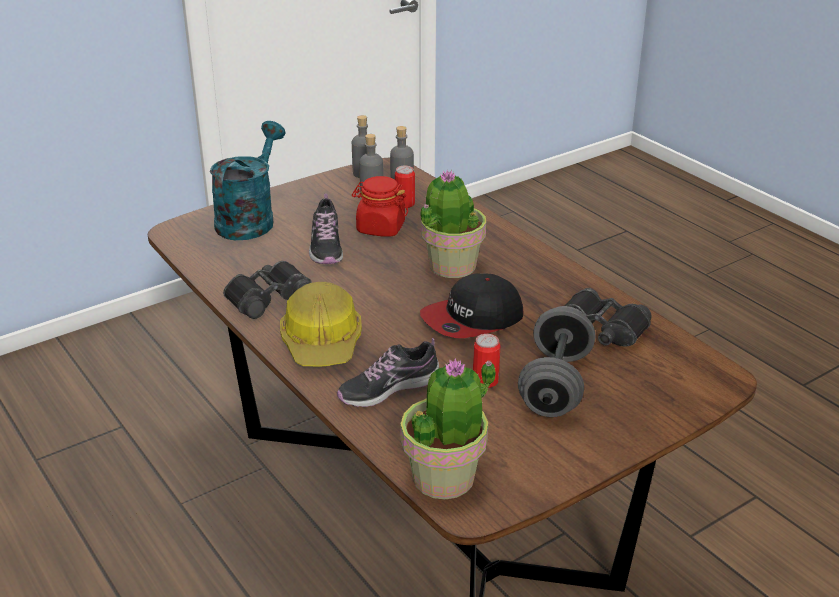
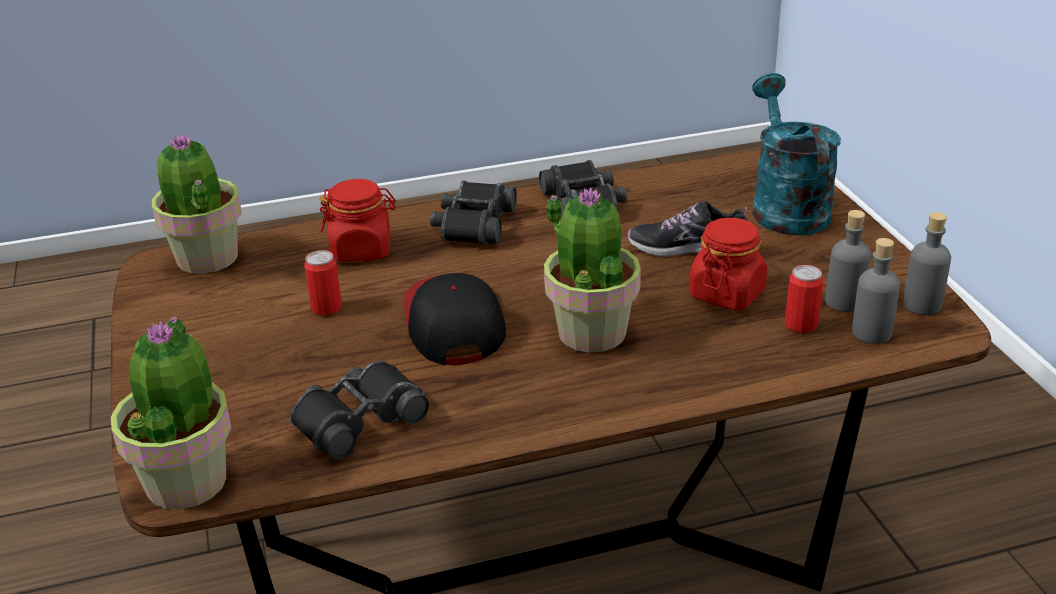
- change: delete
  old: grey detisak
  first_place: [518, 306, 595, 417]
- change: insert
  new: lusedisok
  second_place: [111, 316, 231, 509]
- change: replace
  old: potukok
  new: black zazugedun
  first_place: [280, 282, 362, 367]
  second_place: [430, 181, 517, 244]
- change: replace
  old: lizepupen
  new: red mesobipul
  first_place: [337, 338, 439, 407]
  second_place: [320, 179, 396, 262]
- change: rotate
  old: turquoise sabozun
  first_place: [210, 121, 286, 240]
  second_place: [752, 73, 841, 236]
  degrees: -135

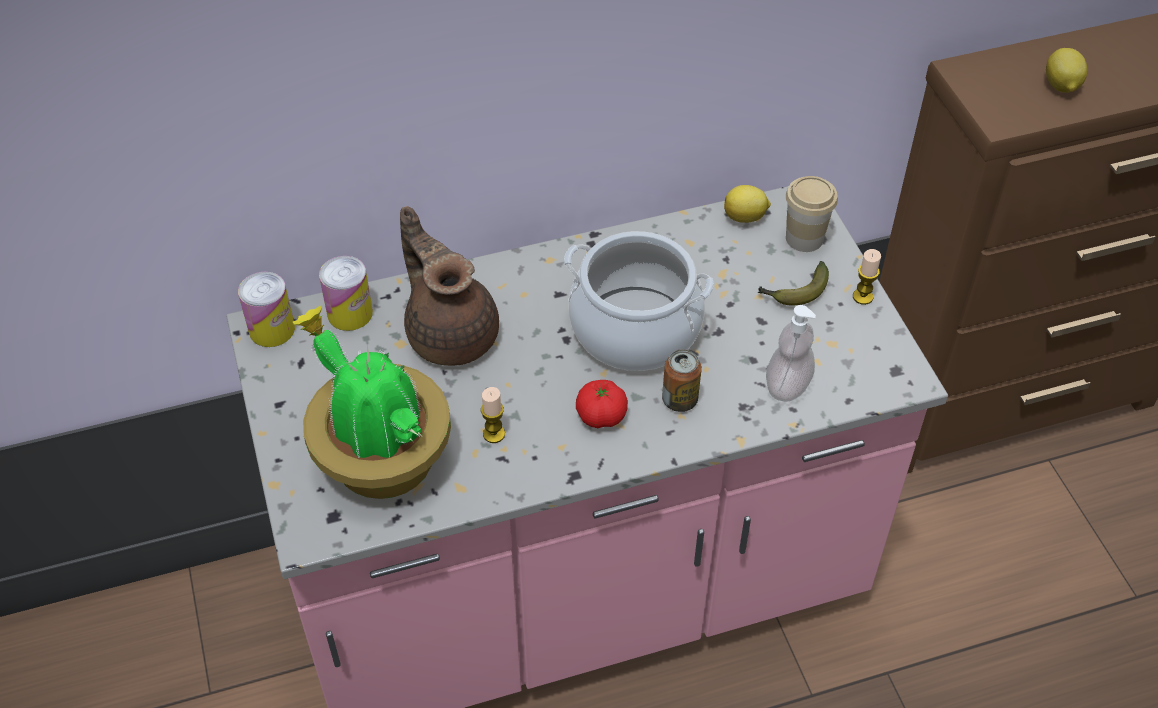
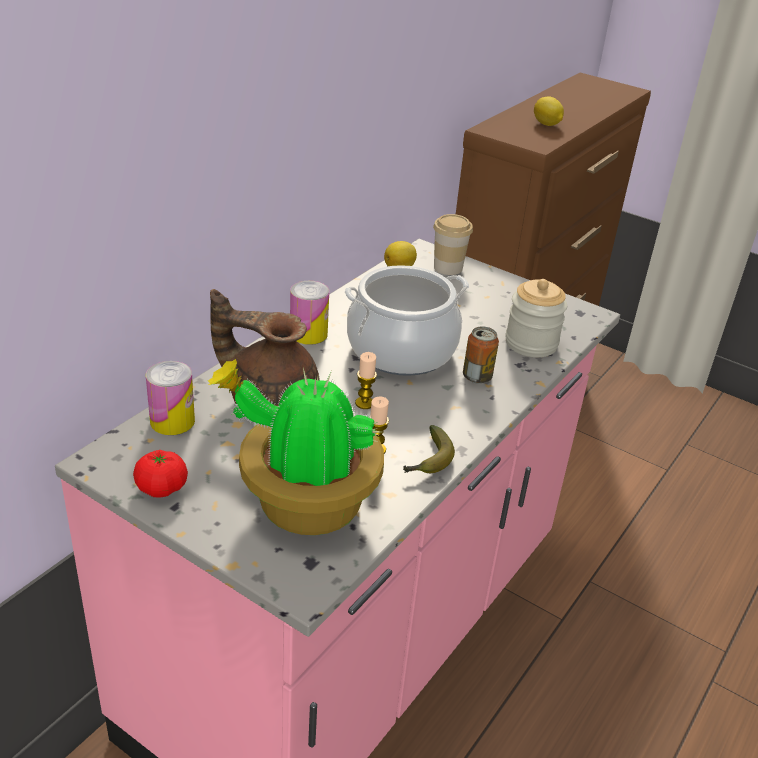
- change: move
  old: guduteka
  first_place: [238, 272, 295, 347]
  second_place: [290, 281, 329, 345]
- change: move
  old: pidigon
  first_place: [576, 380, 628, 428]
  second_place: [133, 450, 188, 498]
- change: move
  old: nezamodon
  first_place: [758, 261, 829, 305]
  second_place: [403, 425, 455, 473]
- change: move
  old: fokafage
  first_place: [853, 249, 881, 305]
  second_place: [355, 352, 377, 409]
- change: replace
  old: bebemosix
  new: mesobipul
  first_place: [766, 305, 816, 402]
  second_place: [505, 279, 567, 357]

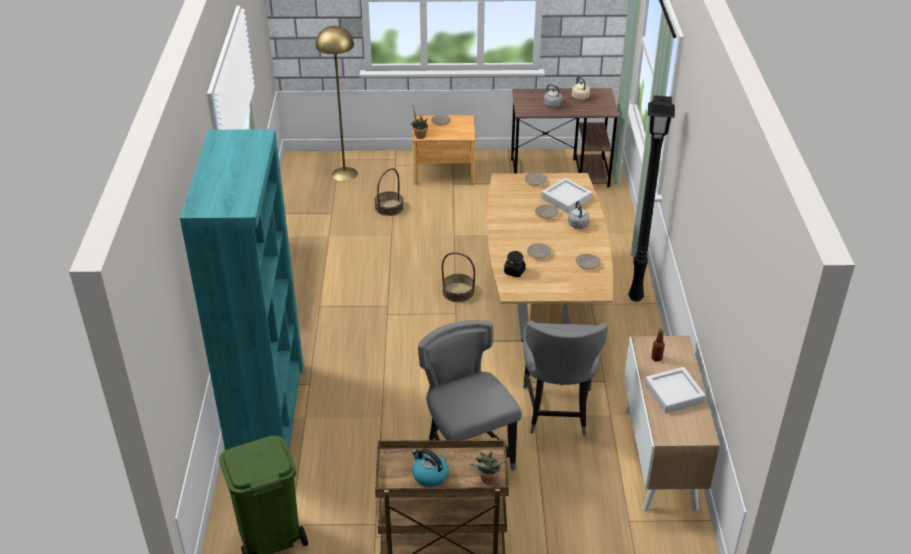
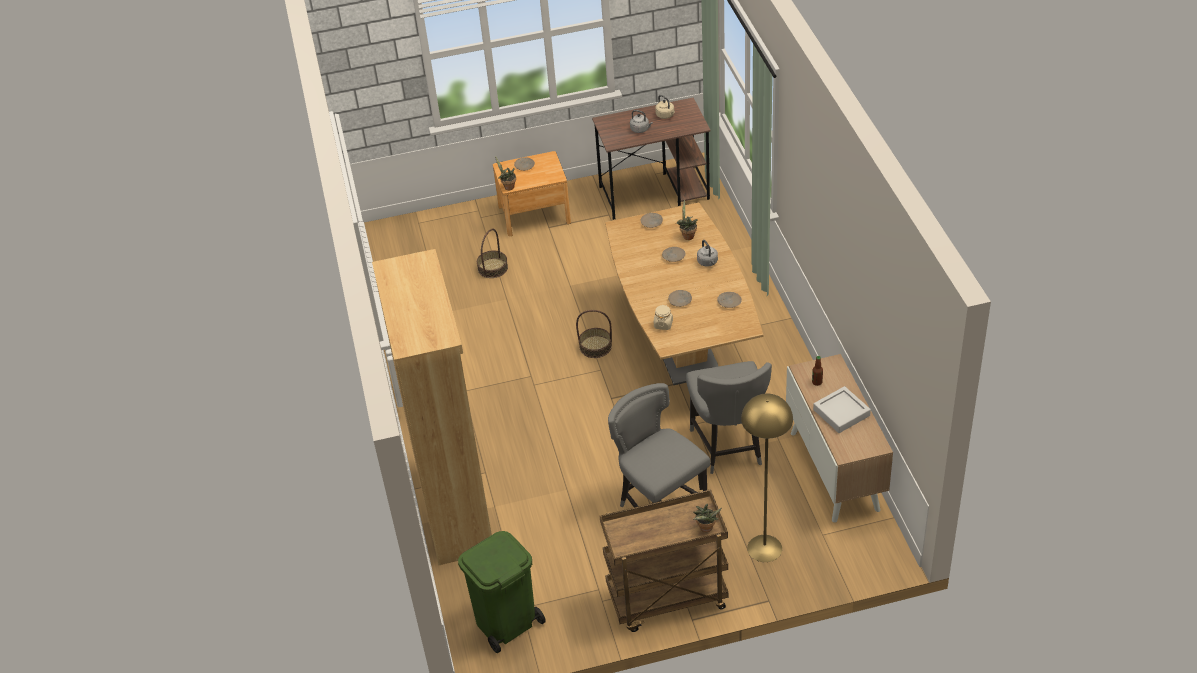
- change: delete
  old: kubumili
  first_place: [412, 449, 449, 487]
- change: delete
  old: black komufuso
  first_place: [628, 95, 675, 302]
- change: move
  old: yellow komufuso
  first_place: [316, 26, 358, 181]
  second_place: [741, 393, 793, 562]
- change: replace
  old: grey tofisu
  new: lusedisok
  first_place: [541, 178, 592, 213]
  second_place: [676, 199, 698, 240]
- change: recolor
  old: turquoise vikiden
  new: brown vikiden
  first_place: [180, 129, 304, 450]
  second_place: [372, 249, 492, 565]
- change: recolor
  old: black mesobipul
  new: beige mesobipul
  first_place: [504, 251, 526, 277]
  second_place: [654, 305, 673, 330]

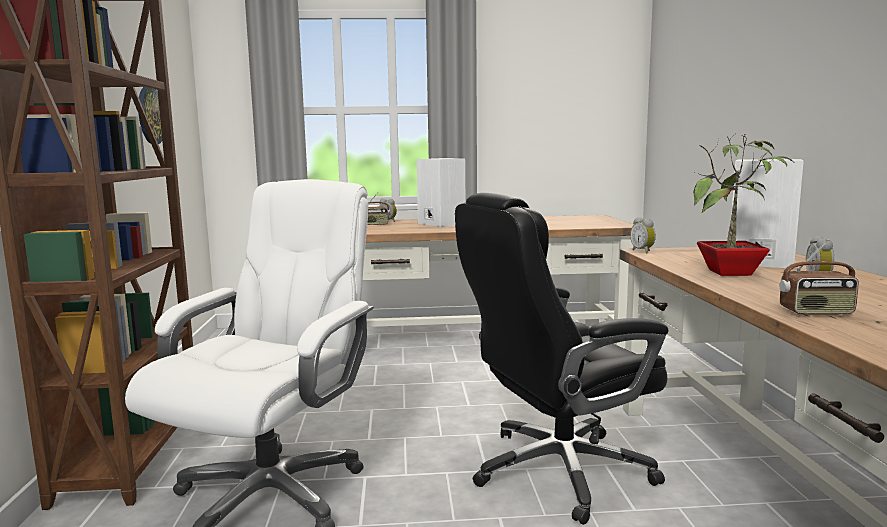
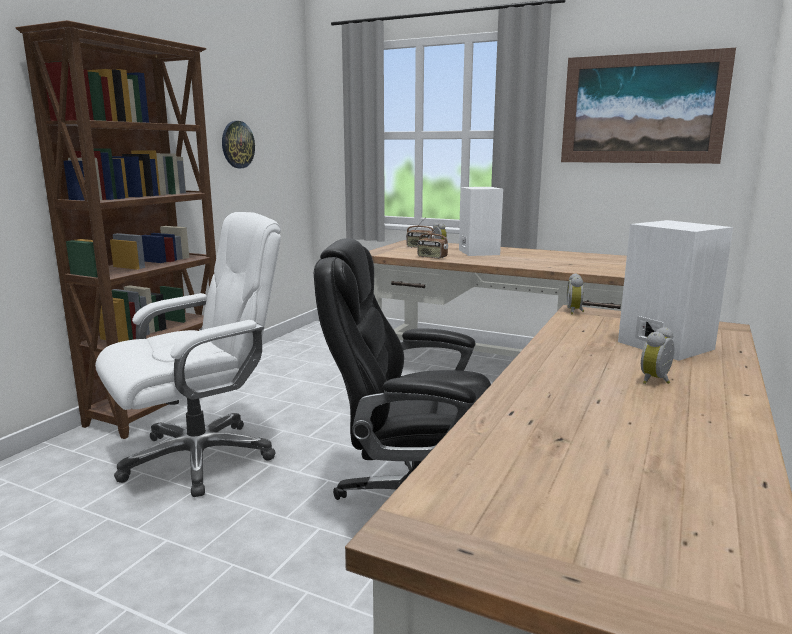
- change: delete
  old: lusedisok
  first_place: [693, 135, 793, 276]
- change: insert
  new: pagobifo
  second_place: [561, 48, 736, 164]
- change: move
  old: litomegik
  first_place: [779, 240, 859, 315]
  second_place: [417, 224, 448, 259]

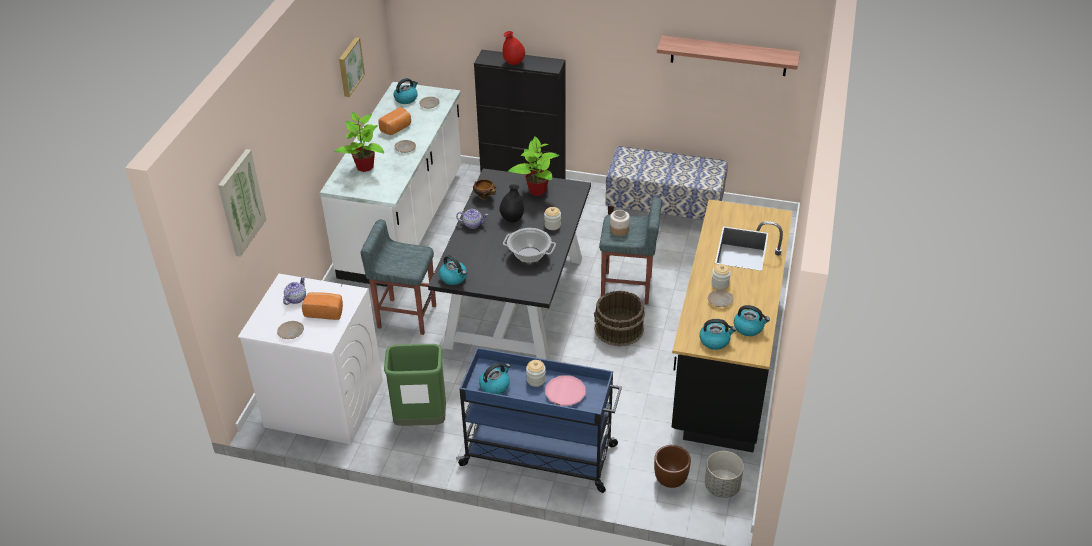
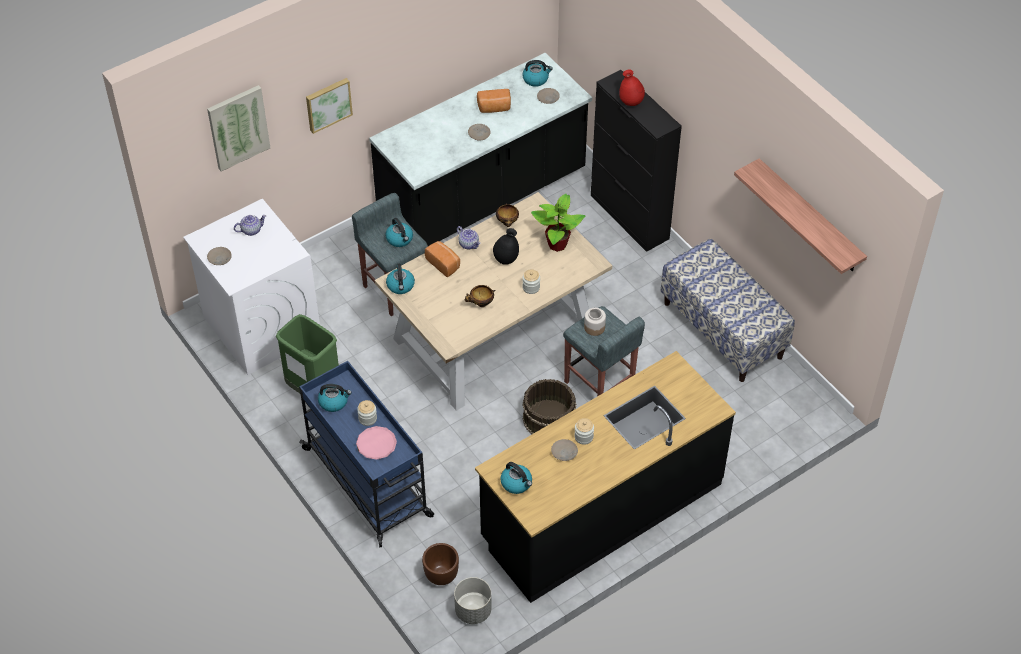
- change: delete
  old: lusedisok
  first_place: [334, 112, 384, 172]
- change: move
  old: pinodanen
  first_place: [302, 292, 343, 320]
  second_place: [425, 241, 460, 277]
- change: move
  old: pagobifo
  first_place: [339, 37, 365, 97]
  second_place: [306, 78, 353, 134]
- change: move
  old: kubumili
  first_place: [734, 305, 770, 336]
  second_place: [385, 218, 413, 247]
- change: replace
  old: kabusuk
  new: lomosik
  first_place: [503, 228, 556, 263]
  second_place: [465, 285, 495, 307]
- change: recolor
  old: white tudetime
  new: black tudetime
  first_place: [320, 82, 461, 287]
  second_place: [369, 53, 592, 246]
- change: recolor
  old: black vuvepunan
  new: beige vuvepunan
  first_place: [428, 168, 591, 360]
  second_place: [375, 192, 612, 411]

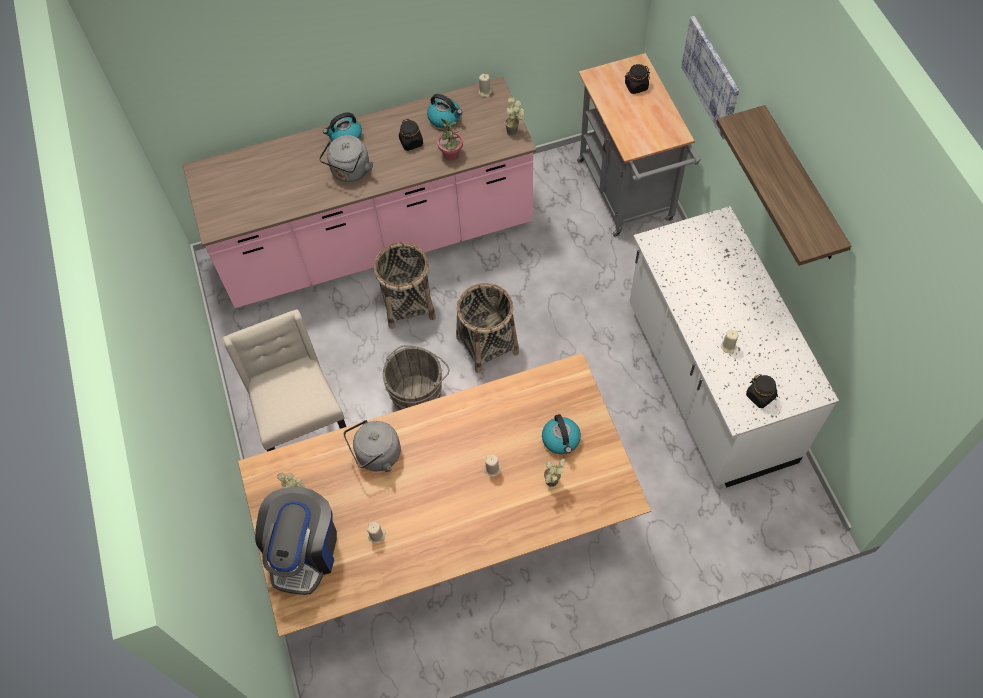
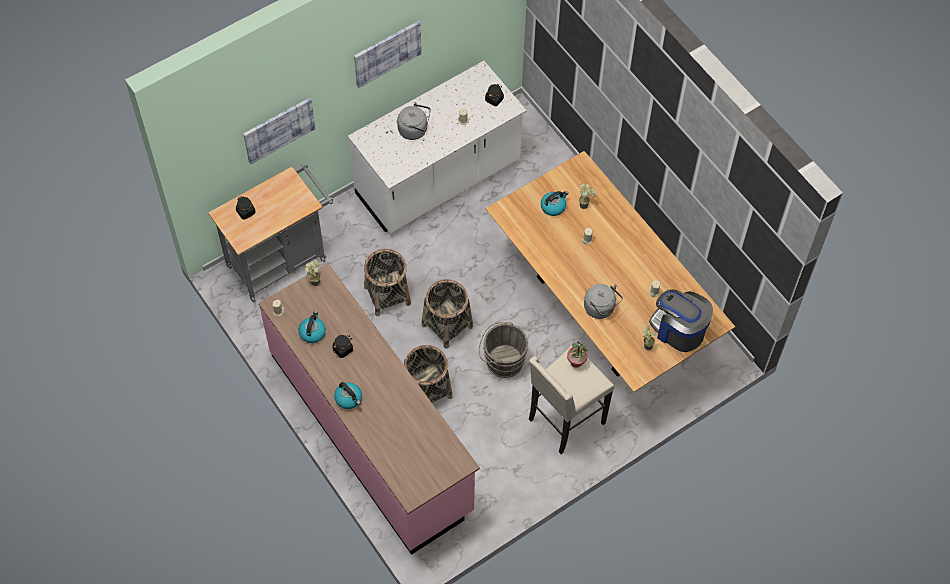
- change: insert
  new: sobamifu
  second_place: [364, 249, 411, 316]
- change: move
  old: grey kubumili
  first_place: [319, 135, 373, 182]
  second_place: [397, 102, 431, 140]
- change: move
  old: lusedisok
  first_place: [436, 118, 463, 161]
  second_place: [567, 341, 588, 368]
- change: replace
  old: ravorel
  new: pagobifo
  first_place: [716, 105, 851, 266]
  second_place: [354, 21, 422, 88]
- change: rotate
  old: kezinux
  first_place: [255, 487, 337, 595]
  second_place: [649, 289, 713, 352]
  degrees: -135

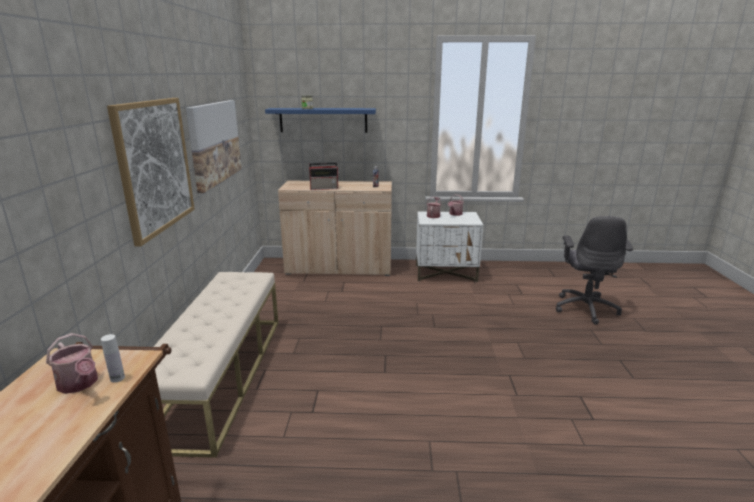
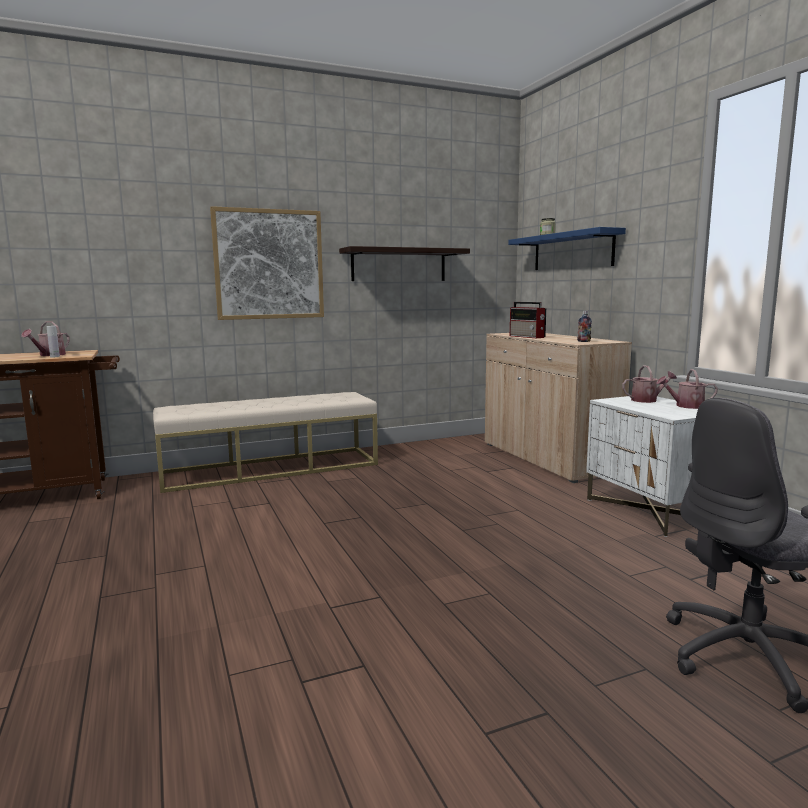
- change: replace
  old: pagobifo
  new: ravorel
  first_place: [186, 100, 242, 193]
  second_place: [339, 246, 470, 281]

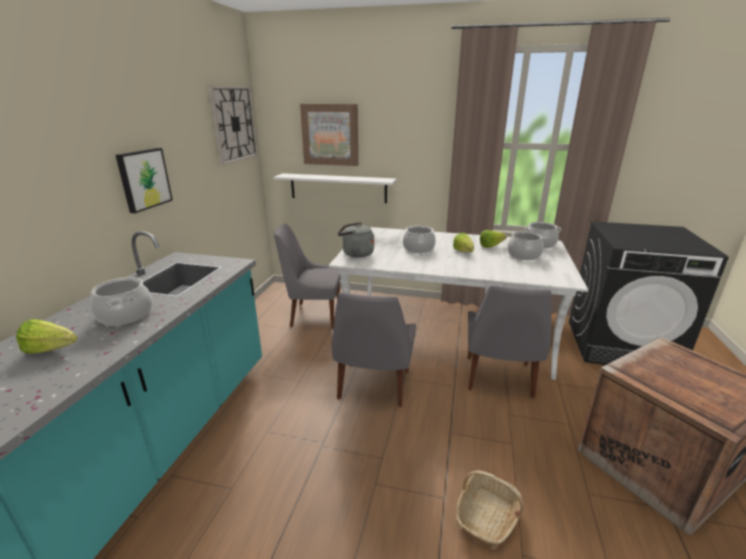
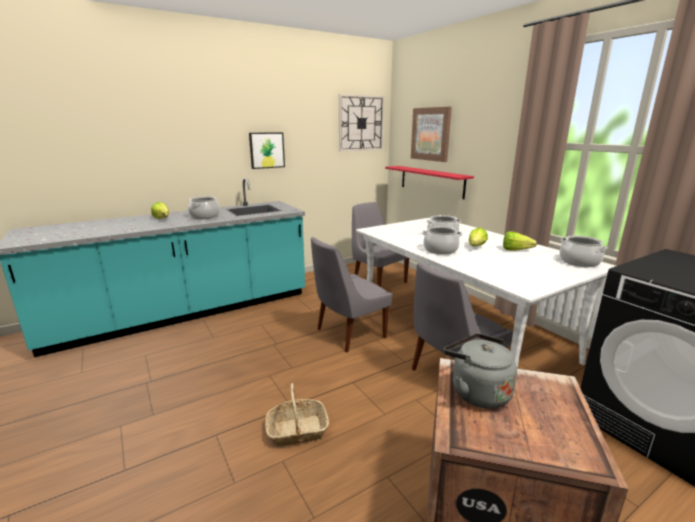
- change: move
  old: grey kubumili
  first_place: [338, 222, 374, 258]
  second_place: [444, 334, 517, 409]
- change: move
  old: kabusuk
  first_place: [507, 231, 544, 260]
  second_place: [422, 226, 462, 255]
- change: recolor
  old: white ravorel
  new: red ravorel
  first_place: [273, 173, 397, 203]
  second_place: [385, 166, 474, 199]

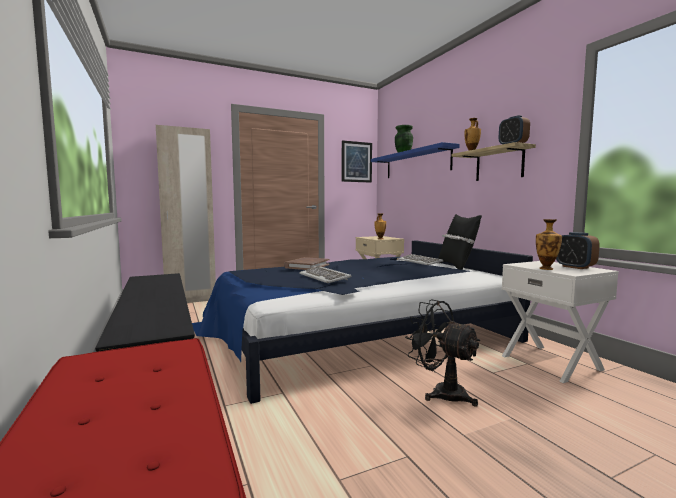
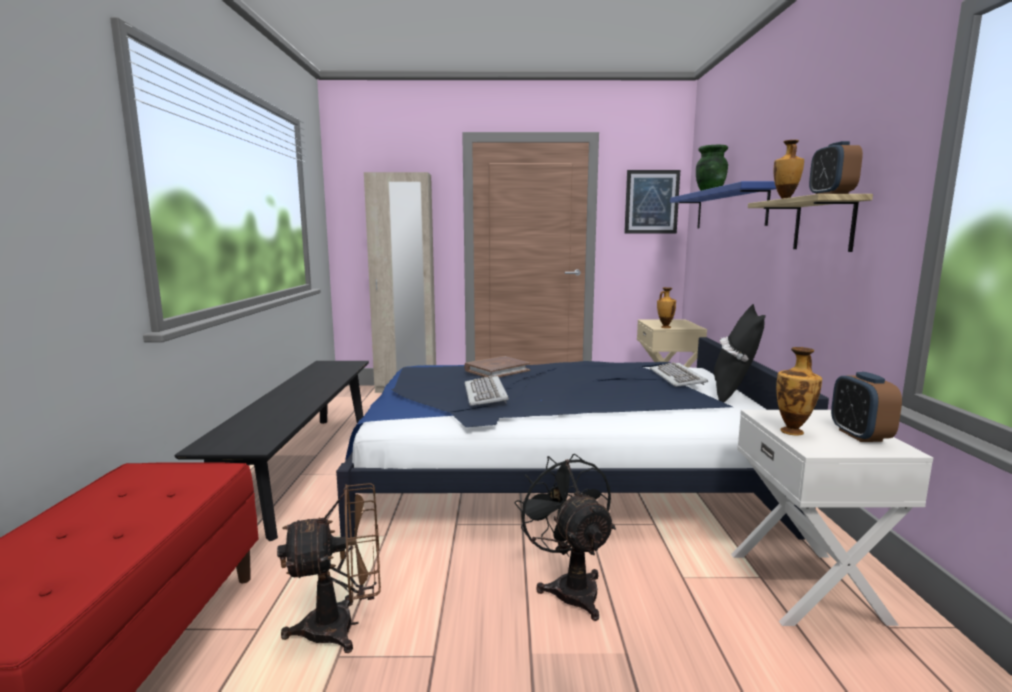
- change: insert
  new: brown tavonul
  second_place: [277, 483, 381, 653]

